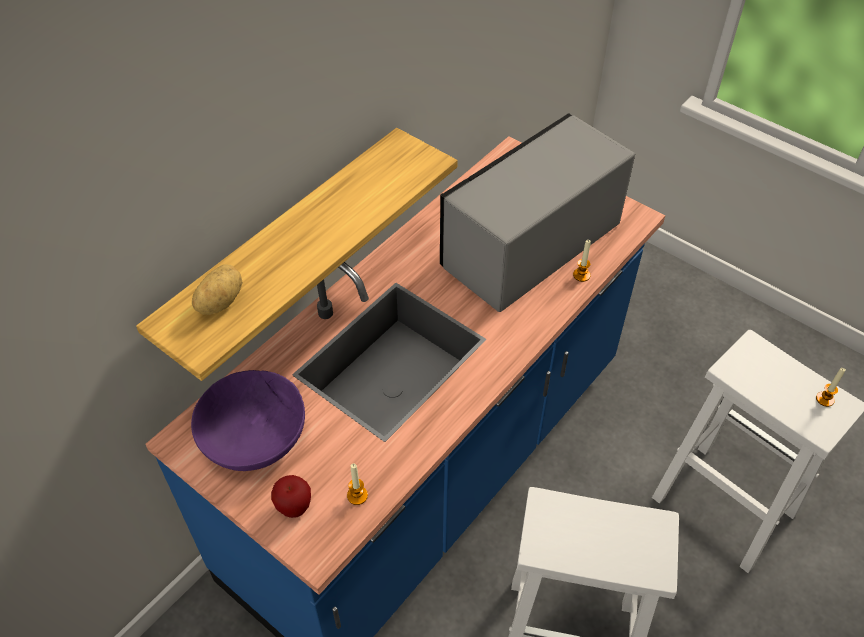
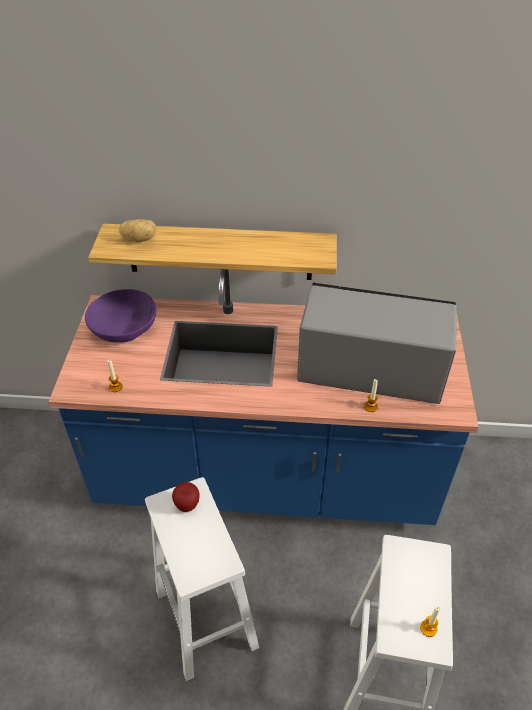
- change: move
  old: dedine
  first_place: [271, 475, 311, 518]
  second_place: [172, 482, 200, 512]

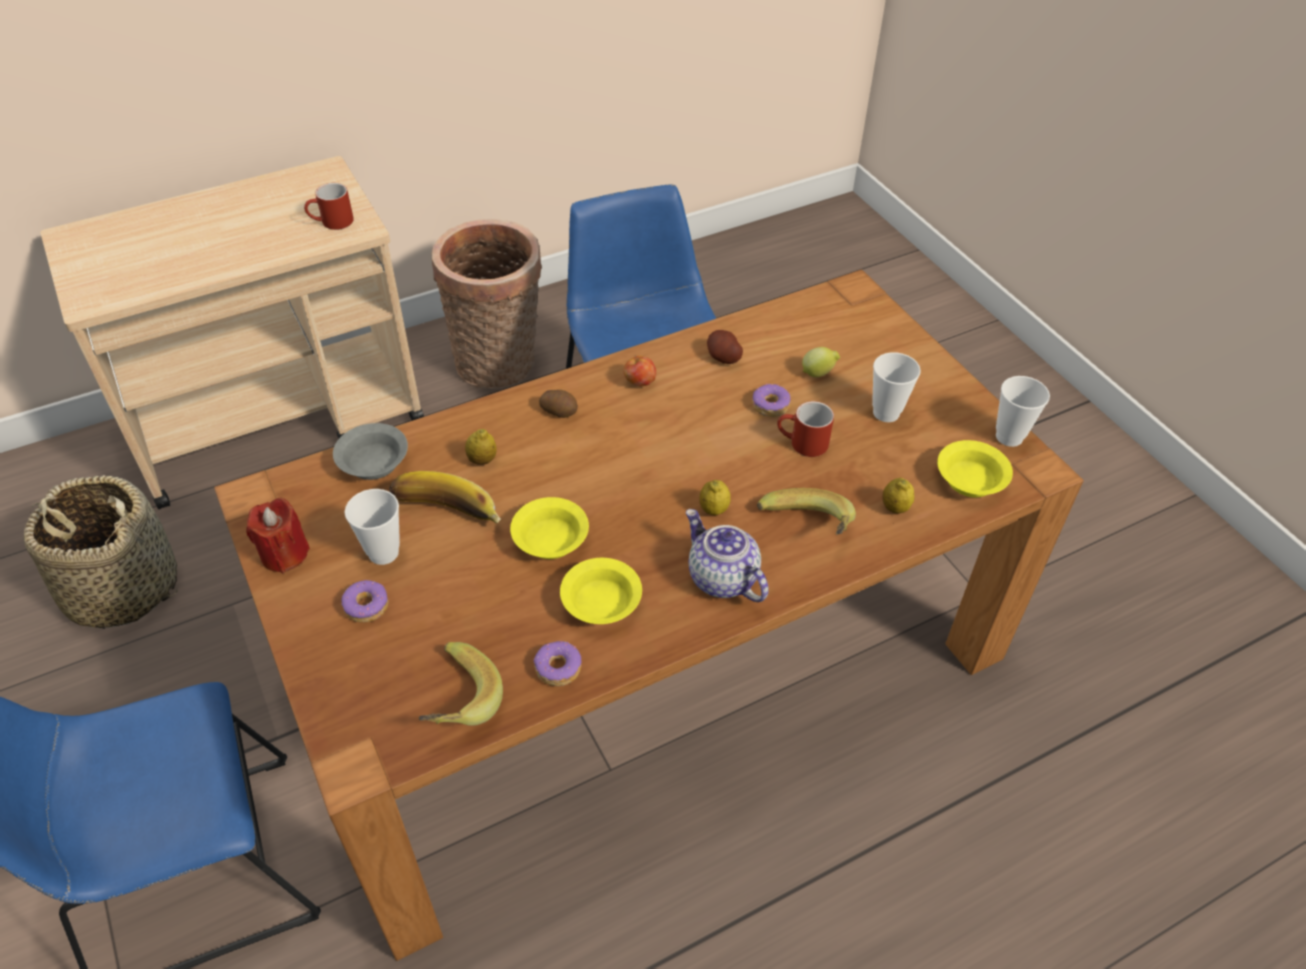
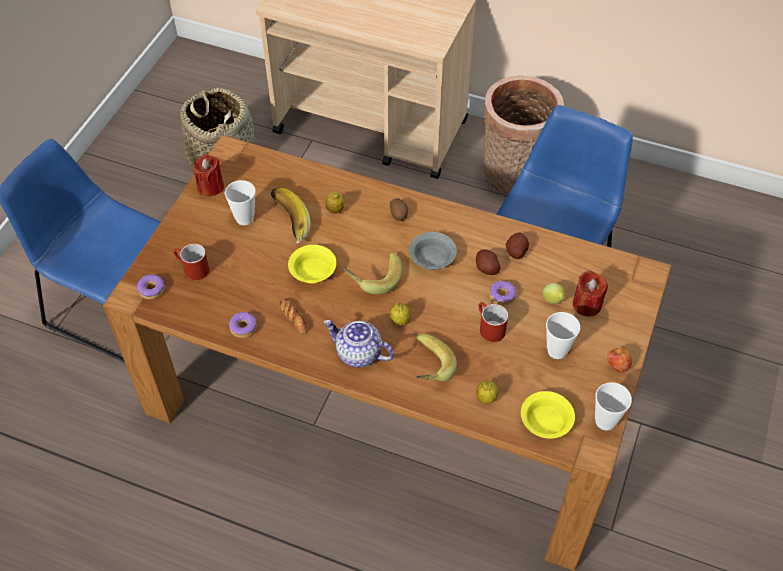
- change: insert
  new: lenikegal
  second_place: [476, 249, 501, 275]
- change: insert
  new: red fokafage
  second_place: [573, 270, 608, 316]
- change: move
  old: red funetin
  first_place: [304, 183, 354, 230]
  second_place: [173, 243, 210, 280]
- change: move
  old: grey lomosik
  first_place: [333, 423, 408, 480]
  second_place: [409, 232, 457, 270]
- change: move
  old: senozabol
  first_place: [342, 580, 389, 622]
  second_place: [137, 274, 165, 299]
- change: move
  old: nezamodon
  first_place: [418, 642, 503, 726]
  second_place: [343, 252, 402, 295]
- change: move
  old: dedine
  first_place: [623, 355, 656, 386]
  second_place: [607, 348, 632, 372]
- change: replace
  old: yellow lomosik
  new: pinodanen
  first_place: [560, 558, 642, 624]
  second_place: [280, 298, 309, 333]
- change: rotate
  old: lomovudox
  first_place: [686, 509, 769, 602]
  second_place: [324, 320, 394, 367]
  degrees: -75

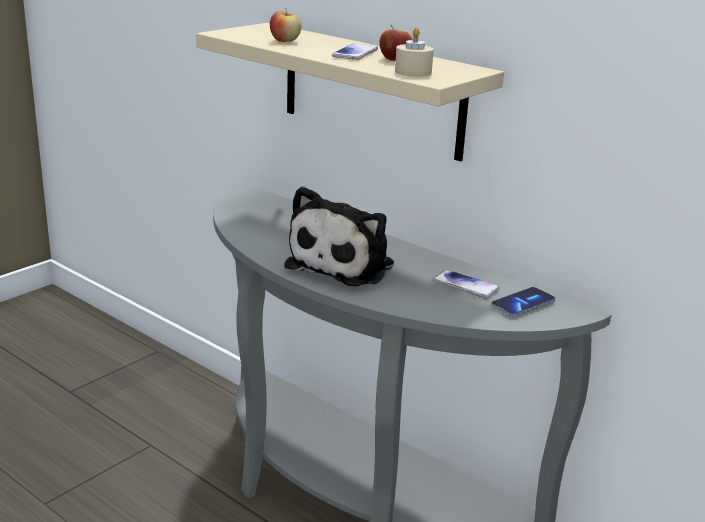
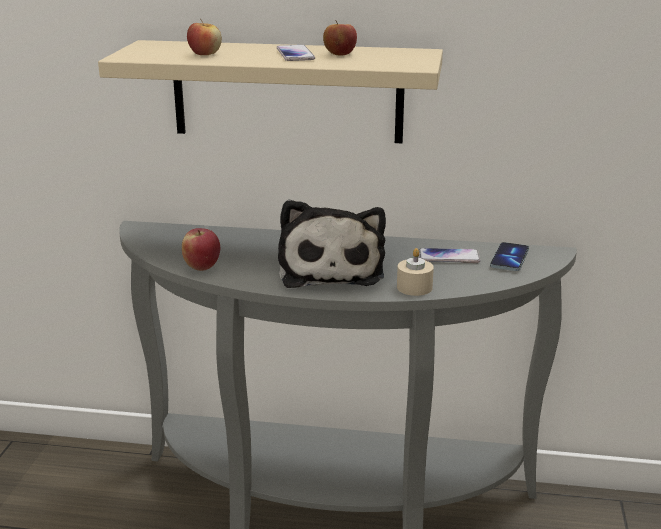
- change: insert
  new: dedine
  second_place: [182, 228, 220, 271]
- change: move
  old: beige fokafage
  first_place: [395, 27, 434, 77]
  second_place: [397, 248, 434, 296]

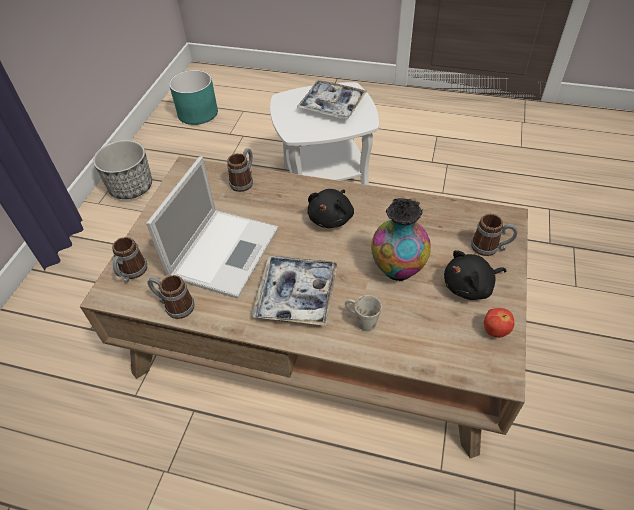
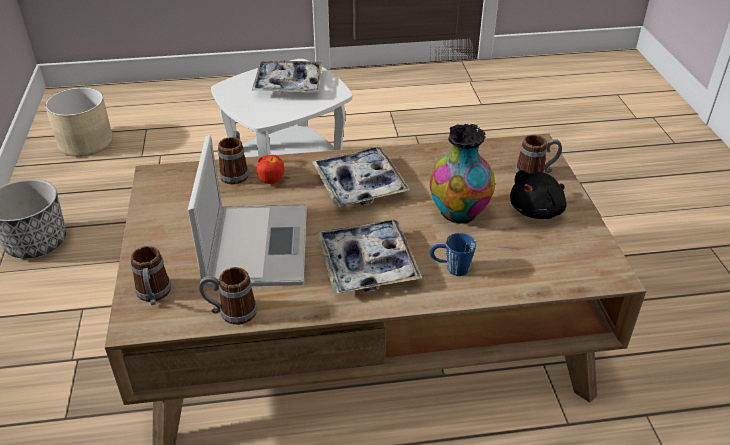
- change: move
  old: dedine
  first_place: [484, 308, 515, 338]
  second_place: [257, 155, 284, 184]
- change: replace
  old: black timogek
  new: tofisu
  first_place: [308, 189, 354, 228]
  second_place: [312, 147, 410, 207]
- change: recolor
  old: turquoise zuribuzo
  new: beige zuribuzo
  first_place: [169, 70, 218, 125]
  second_place: [45, 87, 113, 157]
- change: recolor
  old: white funetin
  new: blue funetin
  first_place: [345, 295, 381, 331]
  second_place: [430, 233, 476, 276]

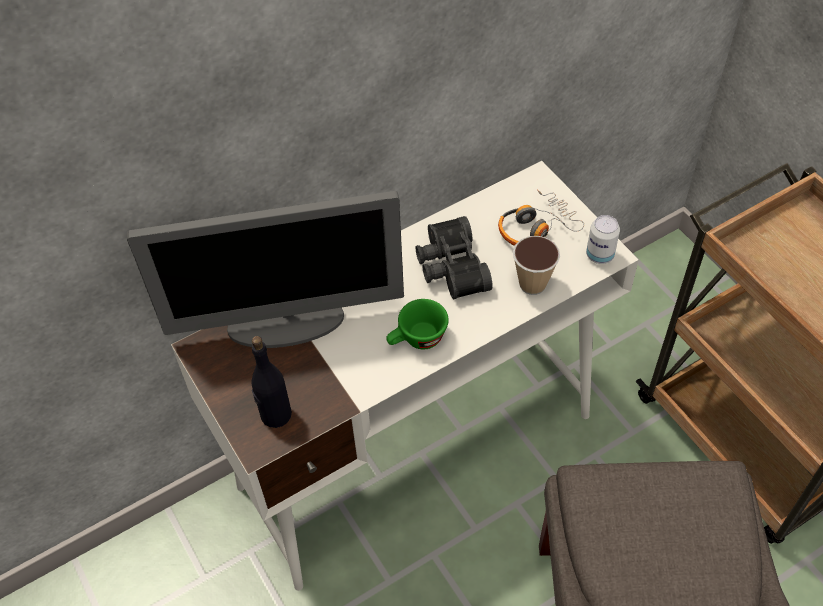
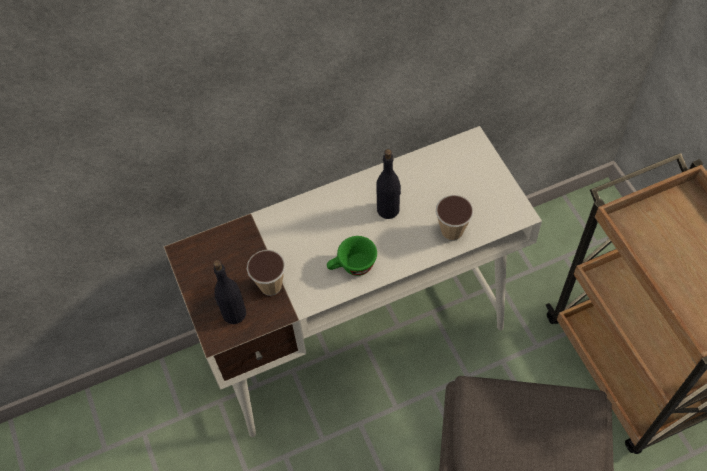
- change: delete
  old: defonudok
  first_place: [127, 191, 404, 348]
- change: delete
  old: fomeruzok
  first_place: [498, 189, 584, 246]
- change: delete
  old: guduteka
  first_place: [586, 215, 620, 264]
- change: insert
  new: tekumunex
  second_place: [247, 250, 286, 296]
- change: replace
  old: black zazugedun
  new: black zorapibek
  first_place: [416, 216, 493, 299]
  second_place: [376, 149, 401, 219]

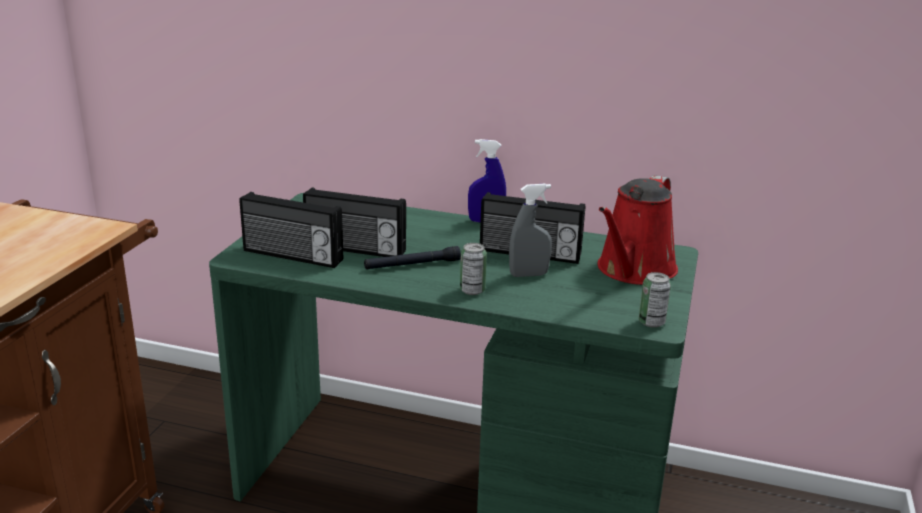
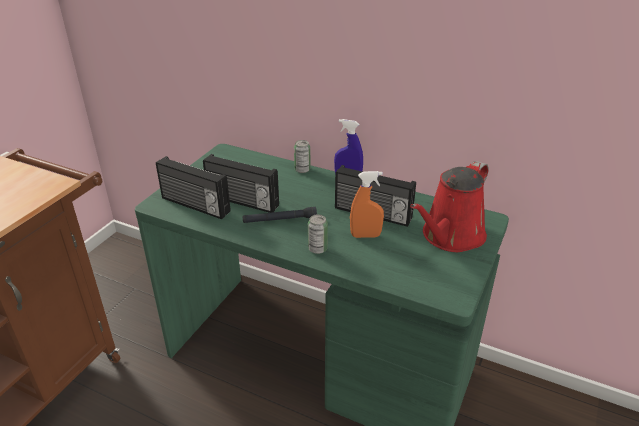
- change: move
  old: guduteka
  first_place: [639, 272, 671, 328]
  second_place: [294, 140, 311, 173]
- change: recolor
  old: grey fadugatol
  new: orange fadugatol
  first_place: [509, 184, 552, 277]
  second_place: [350, 171, 384, 238]

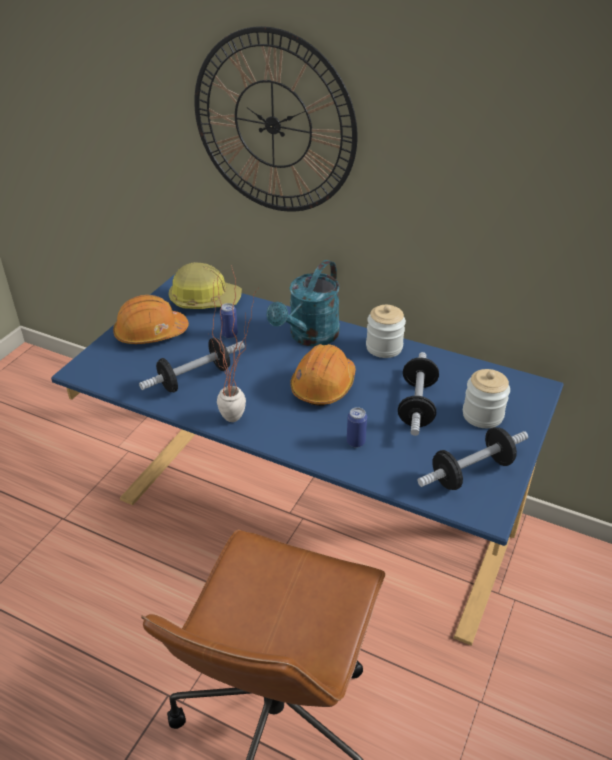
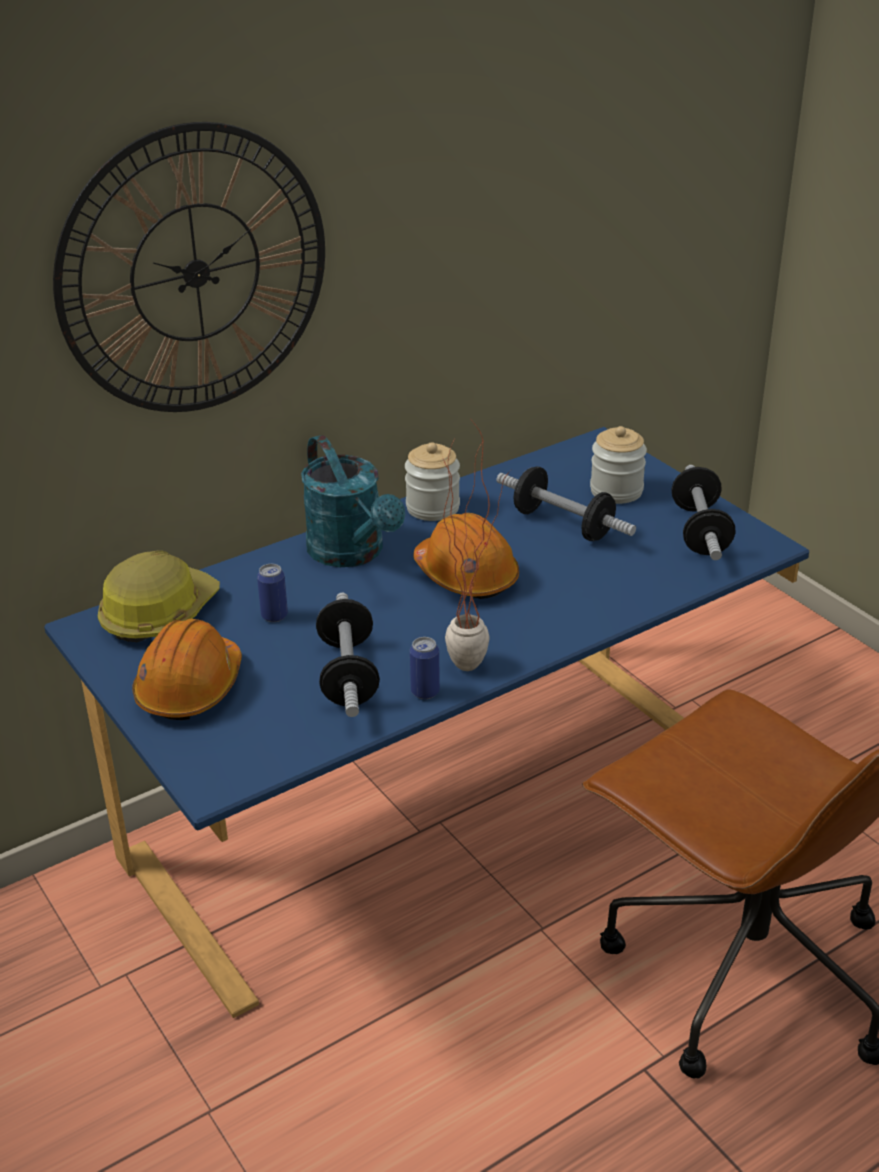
- change: move
  old: guduteka
  first_place: [347, 407, 367, 447]
  second_place: [410, 637, 440, 699]

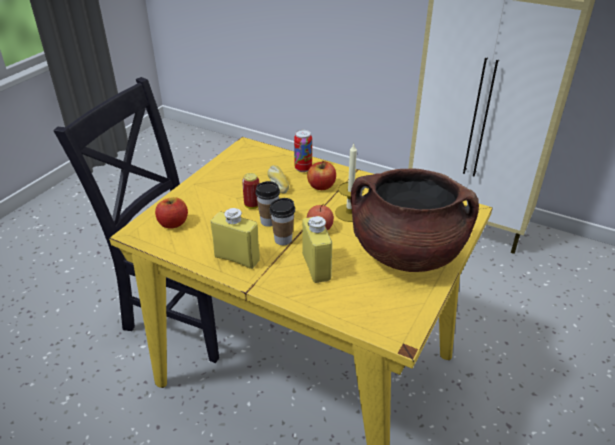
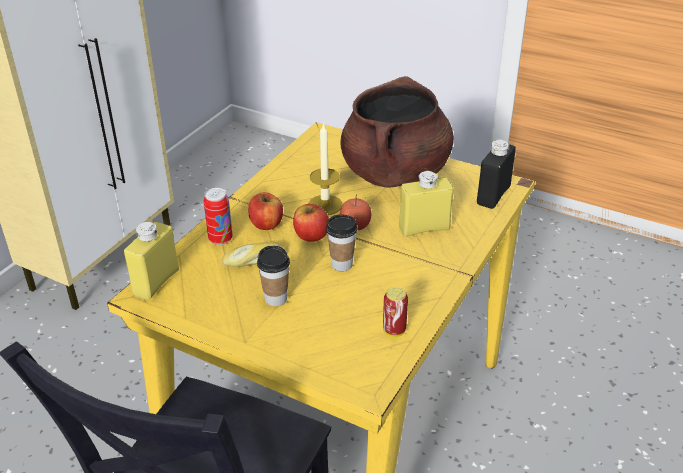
- change: insert
  new: black zorapibek
  second_place: [477, 140, 516, 209]
- change: move
  old: dedine
  first_place: [155, 197, 188, 229]
  second_place: [293, 204, 329, 242]
- change: move
  old: yellow zorapibek
  first_place: [210, 208, 260, 269]
  second_place: [124, 222, 179, 300]
- change: move
  old: guduteka
  first_place: [242, 173, 259, 209]
  second_place: [383, 287, 408, 337]
- change: move
  old: tekumunex
  first_place: [269, 198, 295, 245]
  second_place: [257, 246, 290, 306]

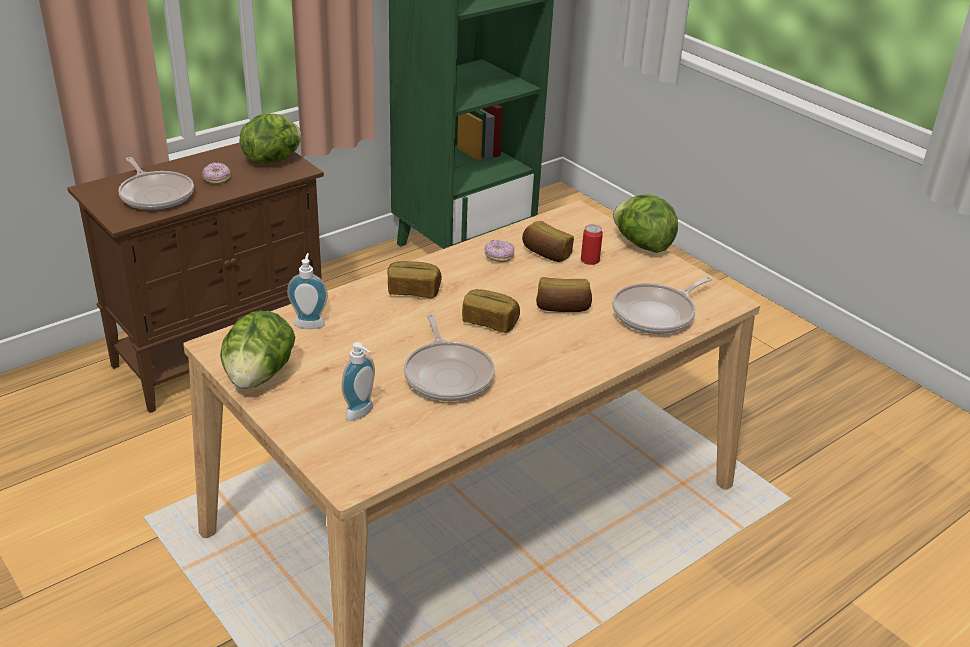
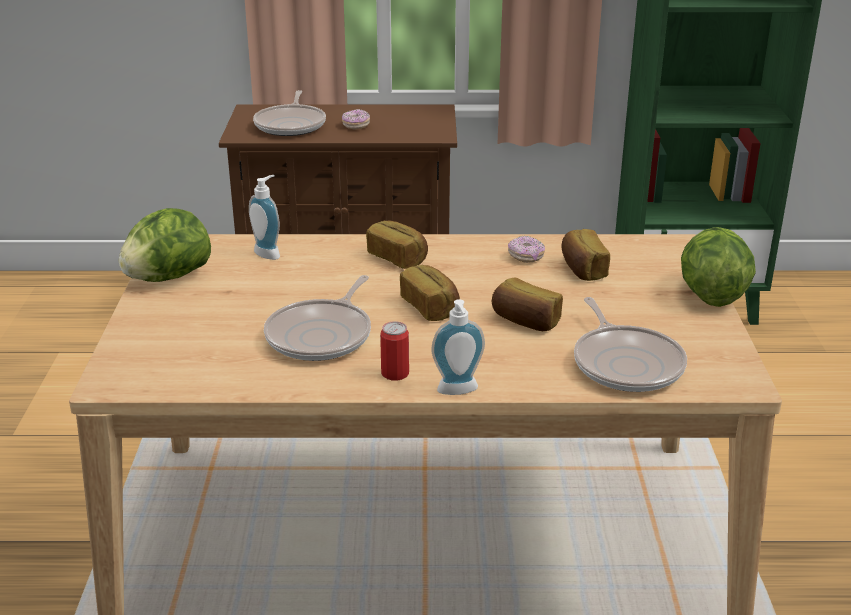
- change: delete
  old: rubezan
  first_place: [240, 114, 301, 164]
- change: move
  old: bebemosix
  first_place: [341, 342, 375, 421]
  second_place: [432, 299, 485, 395]
- change: move
  old: guduteka
  first_place: [581, 224, 603, 265]
  second_place: [380, 321, 409, 381]
- change: rotate
  old: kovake
  first_place: [612, 276, 712, 334]
  second_place: [574, 297, 687, 392]
  degrees: -105

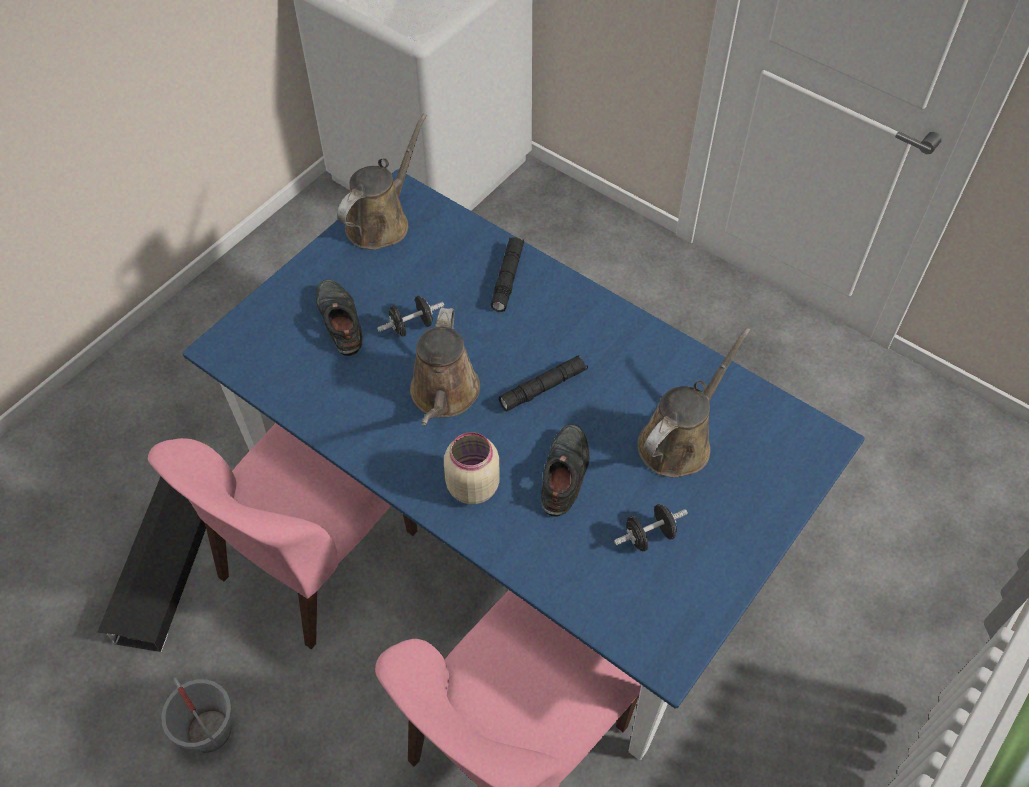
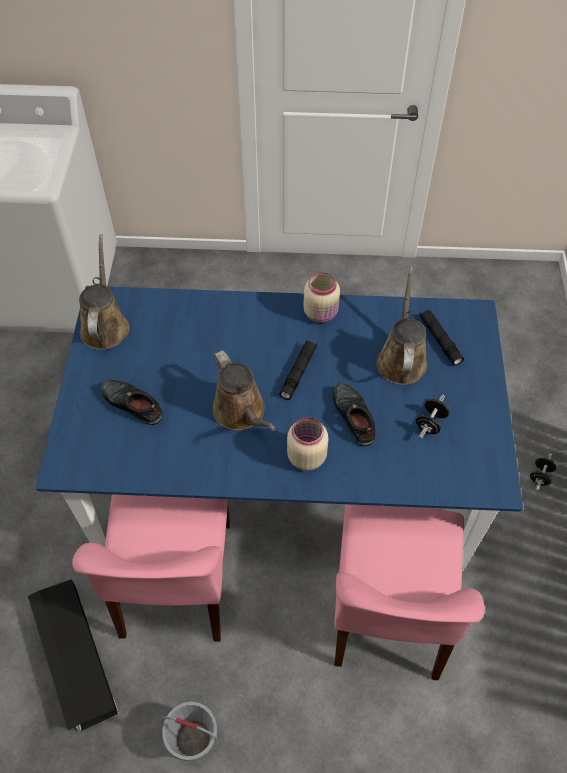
- change: insert
  new: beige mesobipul
  second_place: [303, 272, 340, 323]
- change: move
  old: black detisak
  first_place: [377, 296, 444, 337]
  second_place: [530, 453, 557, 491]
- change: move
  old: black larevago
  first_place: [491, 237, 524, 312]
  second_place: [419, 309, 464, 366]

